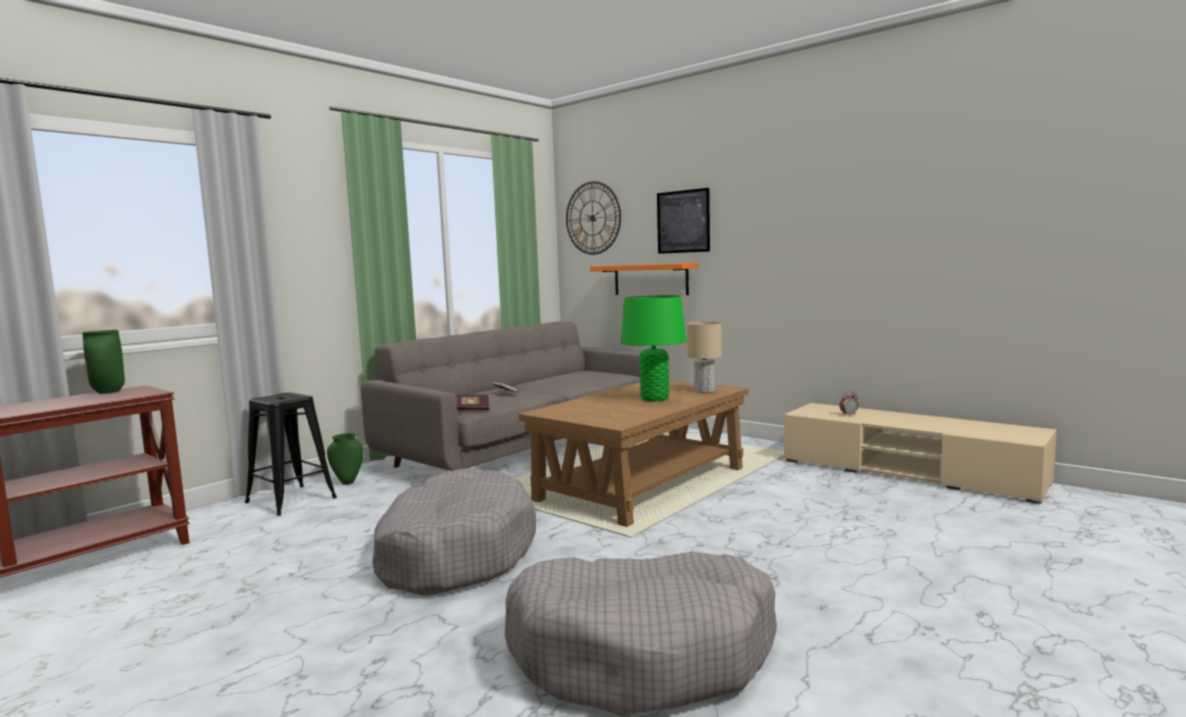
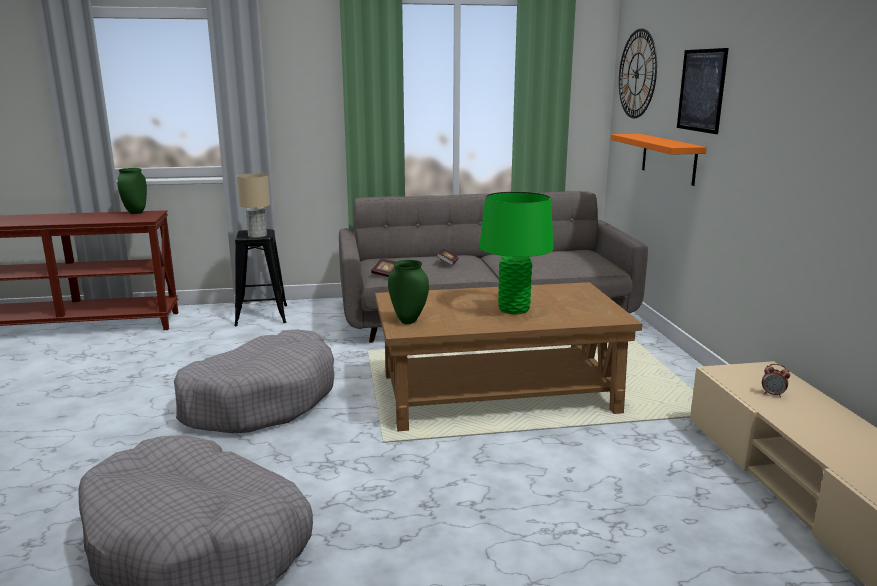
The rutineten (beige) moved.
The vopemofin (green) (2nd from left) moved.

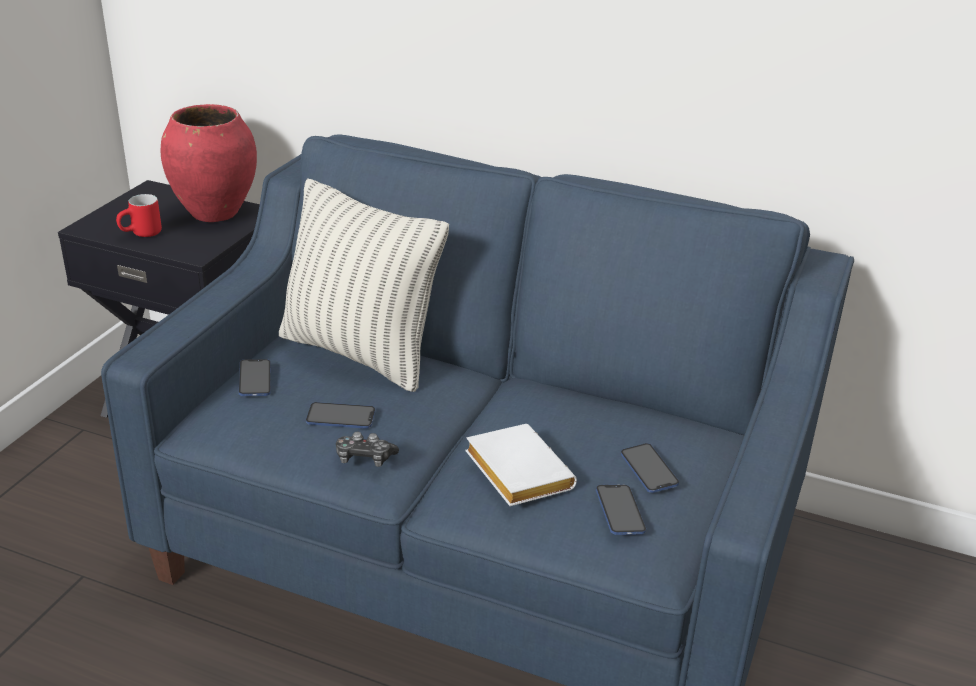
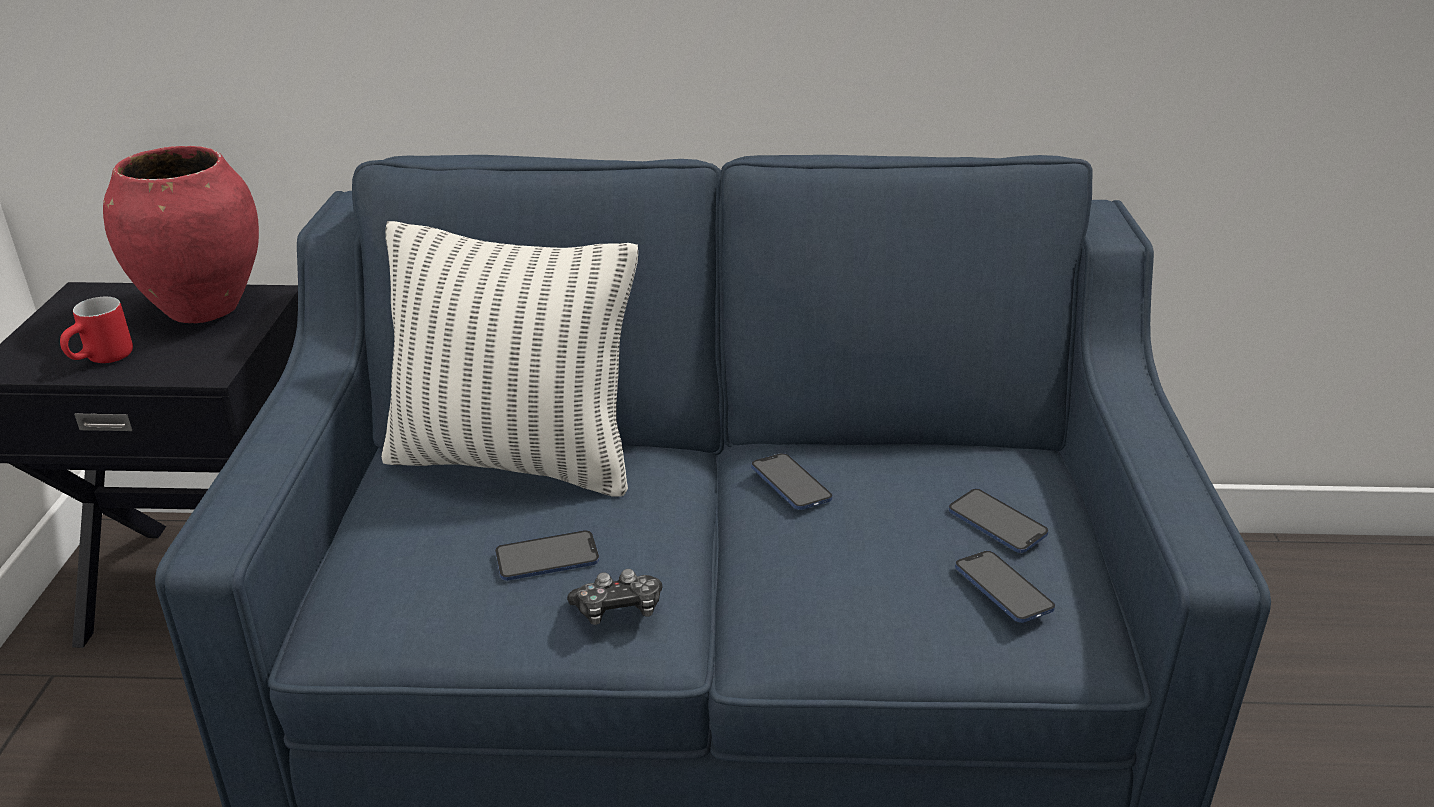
The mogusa (1st from left in the first image) moved.
The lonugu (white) disappeared.

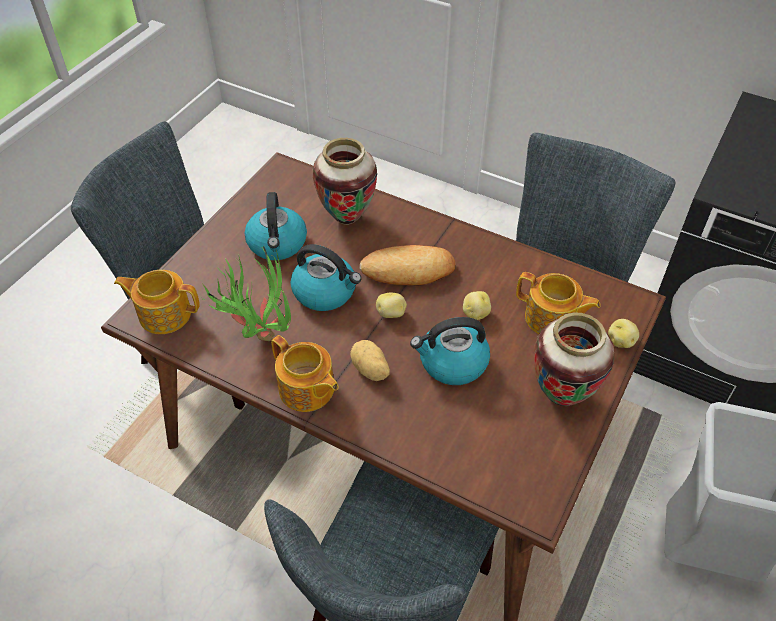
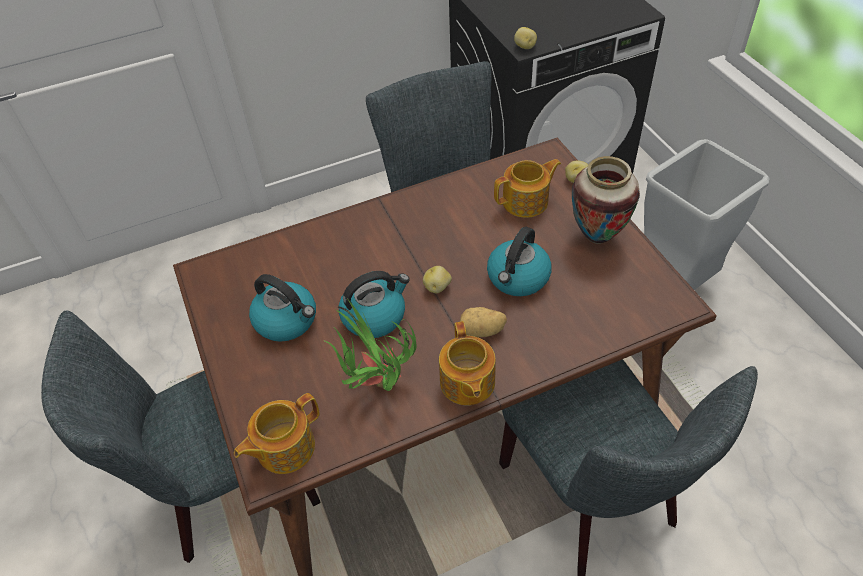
The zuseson (2nd from left) turned 90 degrees clockwise.
The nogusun (3rd from left) moved.
The vopemofin (1st from left) disappeared.
The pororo disappeared.

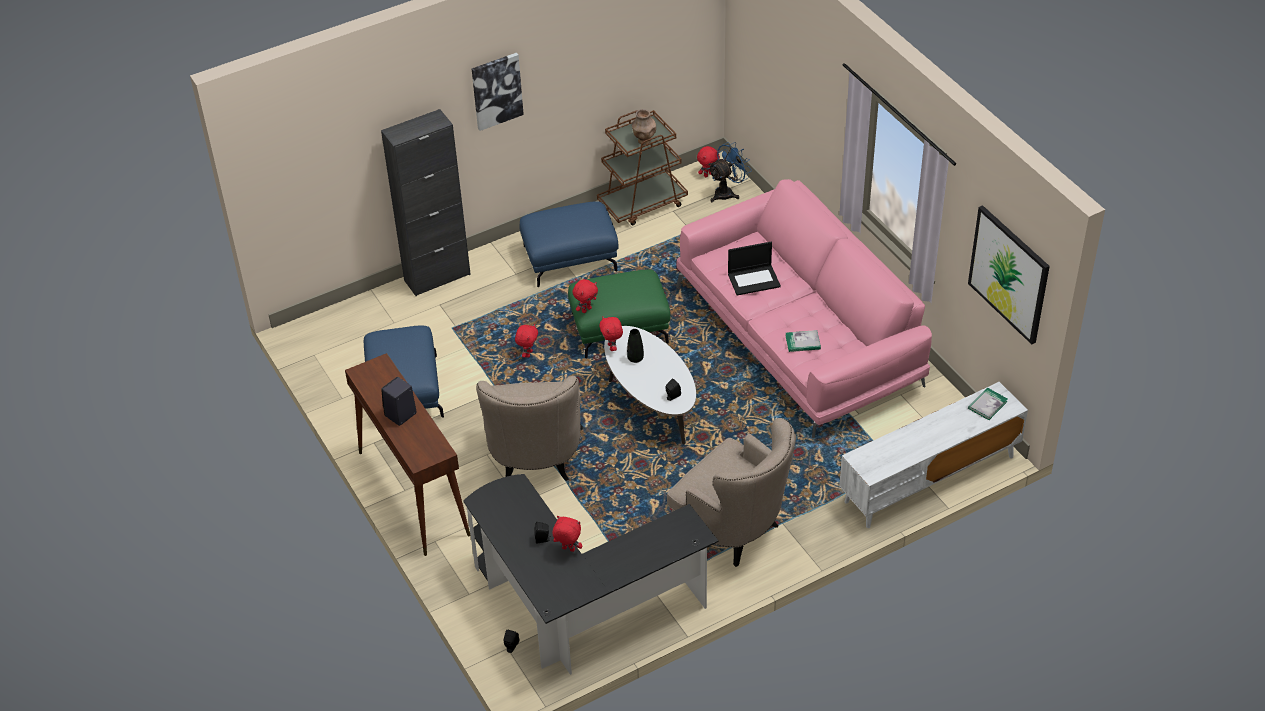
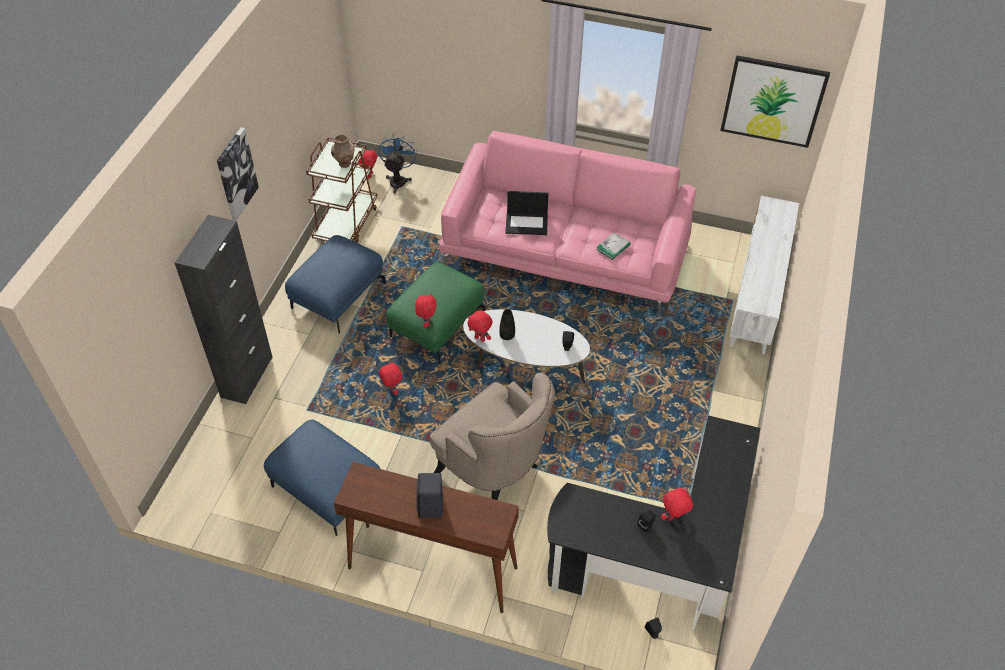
The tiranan turned 60 degrees clockwise.
The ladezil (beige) (2nd from left) disappeared.
The lonugu (2nd from left) disappeared.

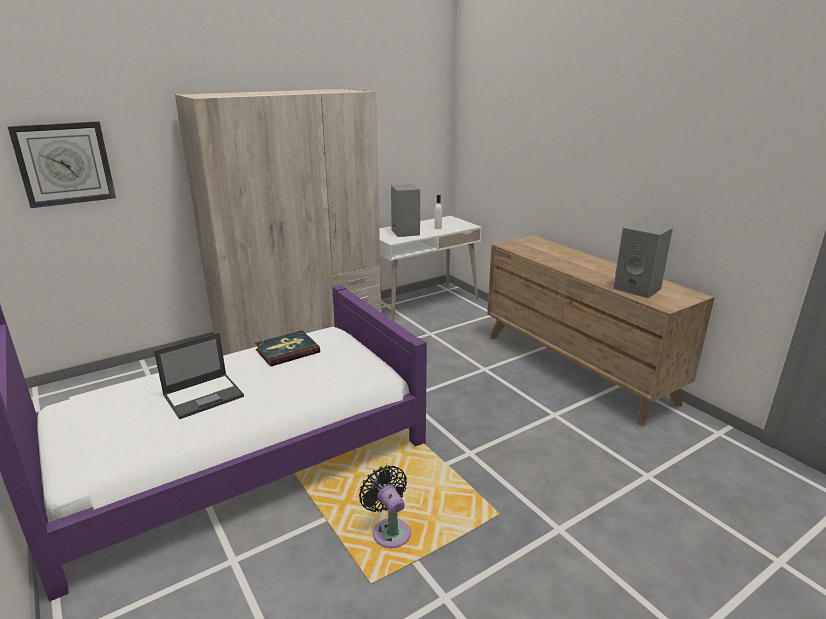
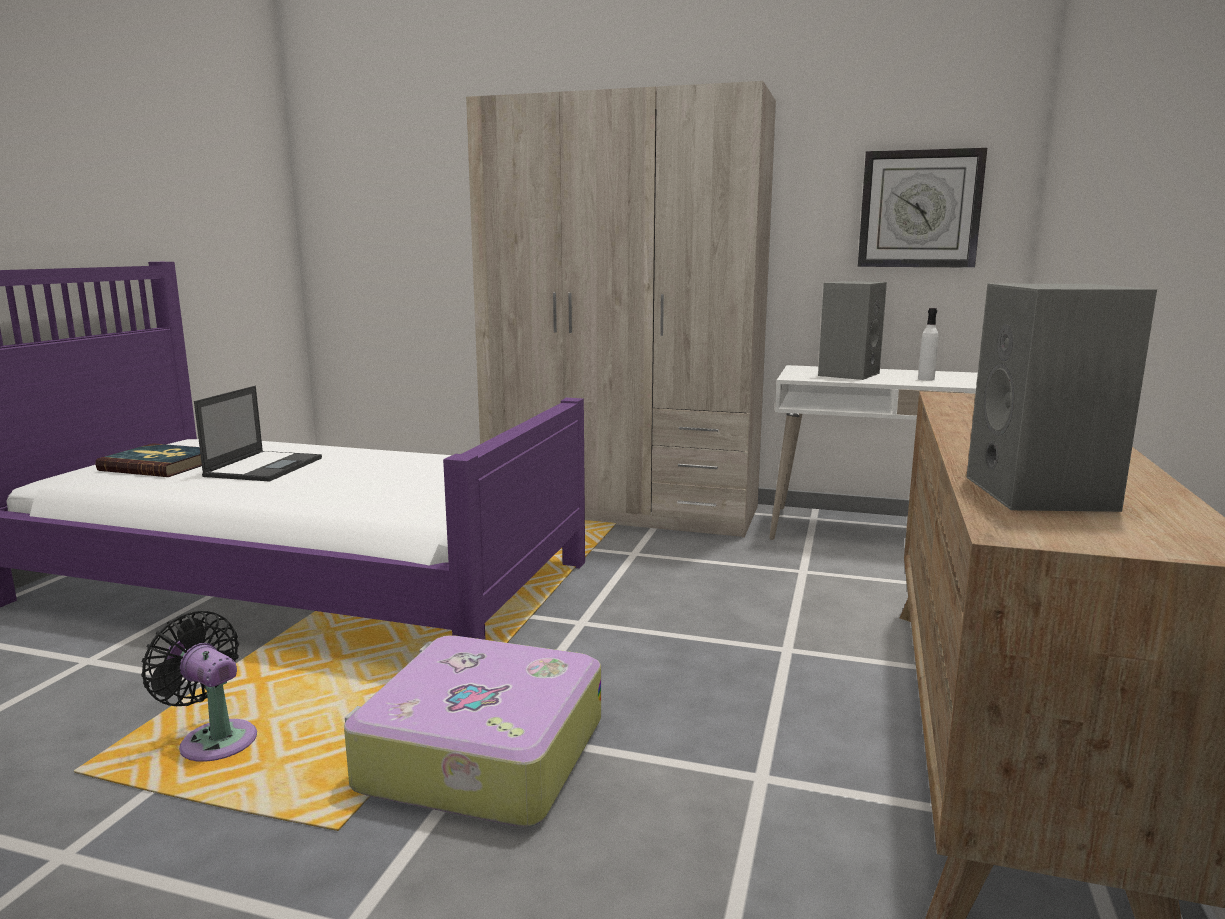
The lonugu moved.
The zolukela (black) turned 75 degrees counterclockwise.
The tiranan turned 90 degrees counterclockwise.
The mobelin appeared.
The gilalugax moved.

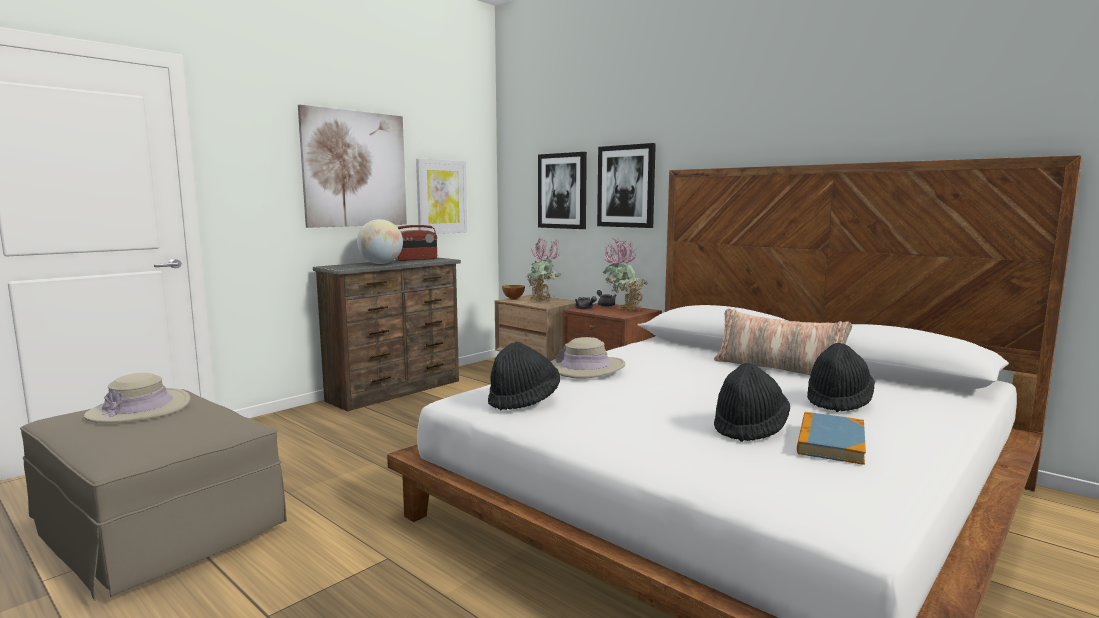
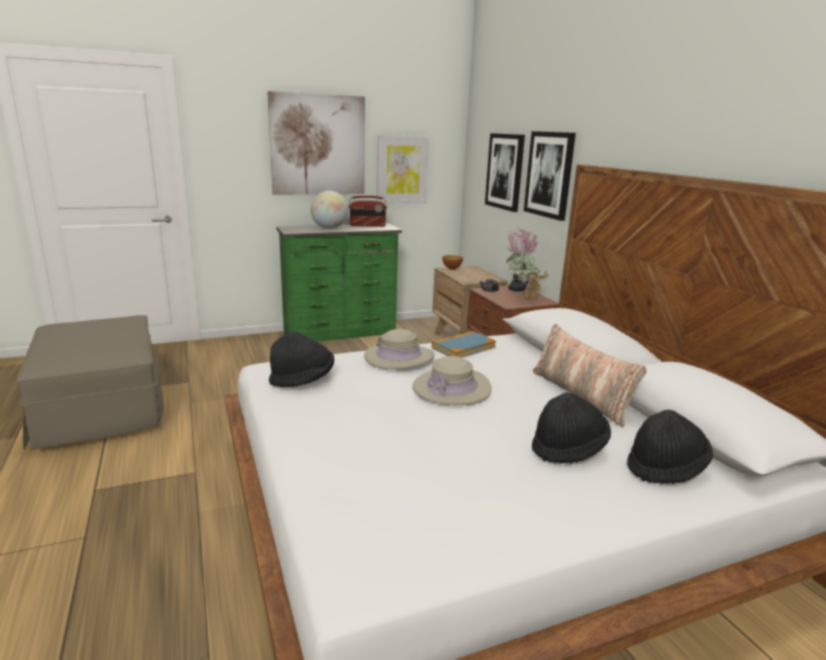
The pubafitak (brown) became the pubafitak (green).
The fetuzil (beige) (1st from left in the first image) moved.
The lonugu moved.
The fetuzil (black) (2nd from left in the first image) moved.
The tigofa (1st from left) disappeared.

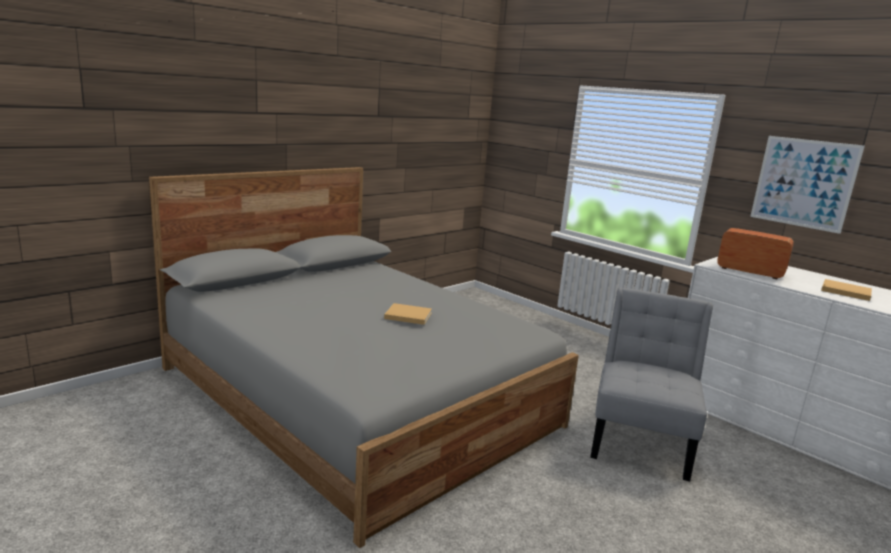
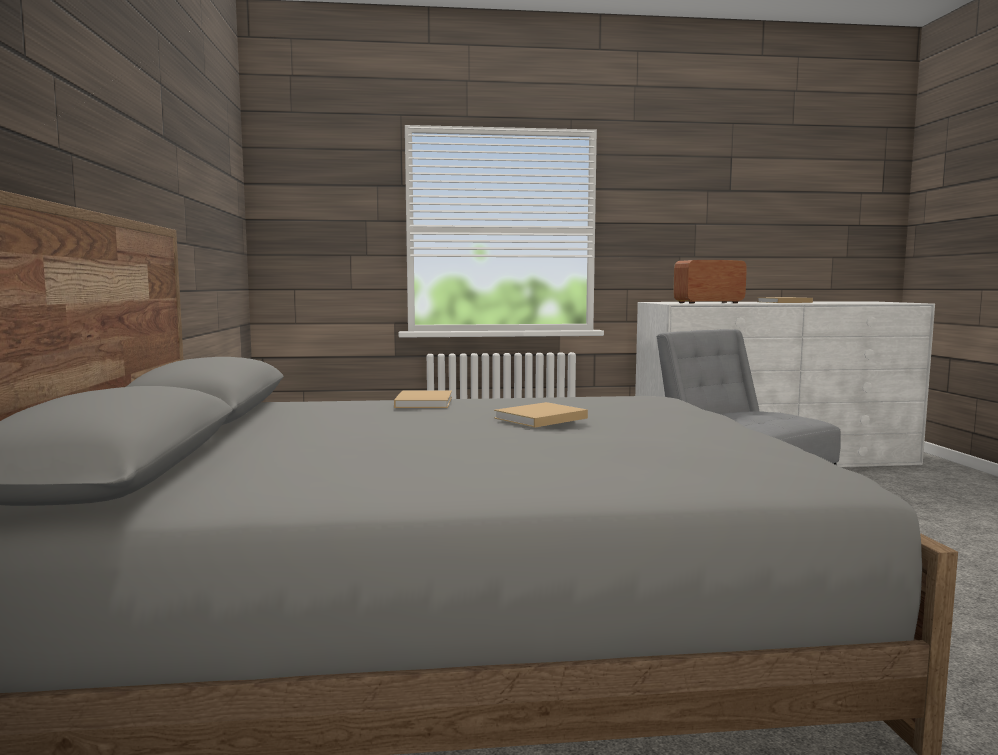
The lonugu (beige) (1st from left) appeared.
The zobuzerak disappeared.

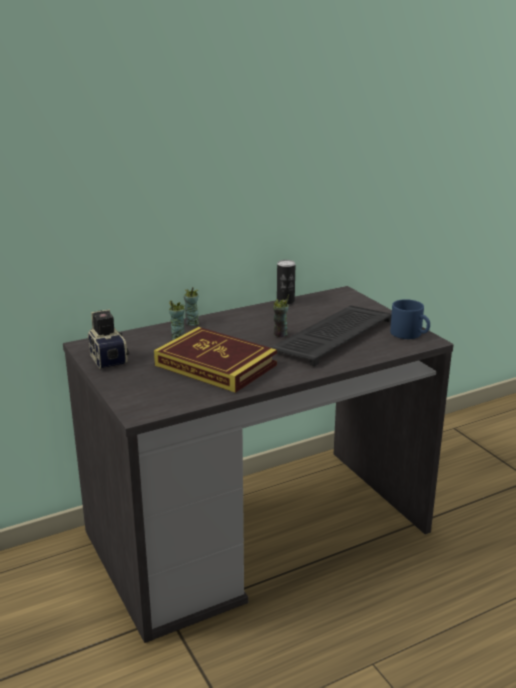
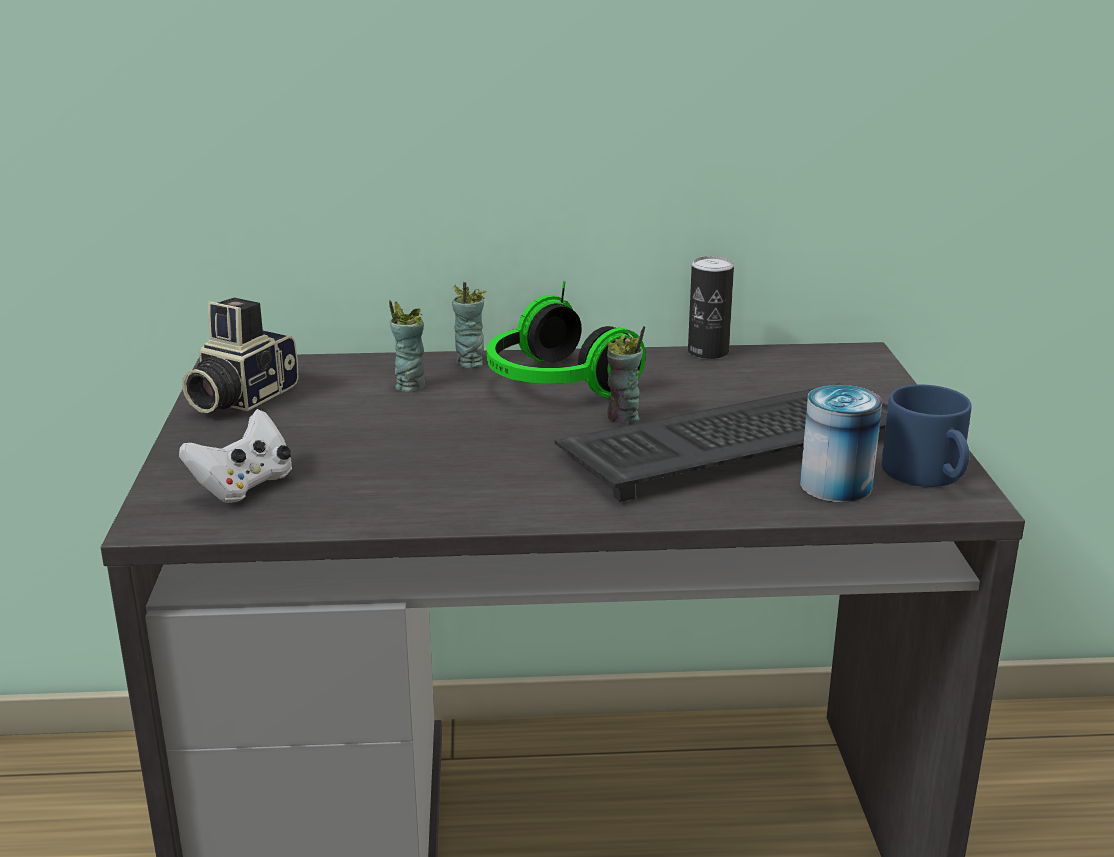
The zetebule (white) appeared.
The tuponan turned 150 degrees counterclockwise.
The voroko appeared.
The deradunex (2nd from left) appeared.
The lonugu disappeared.

